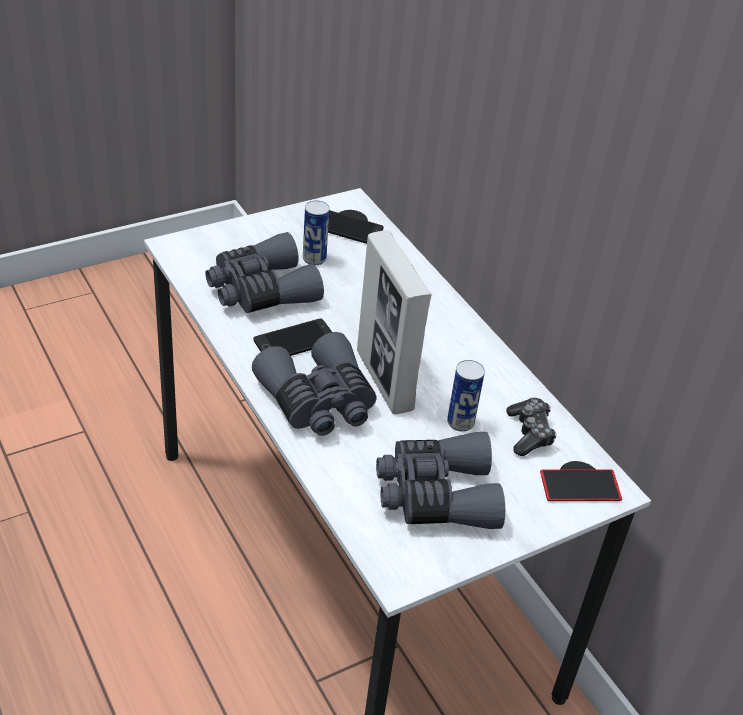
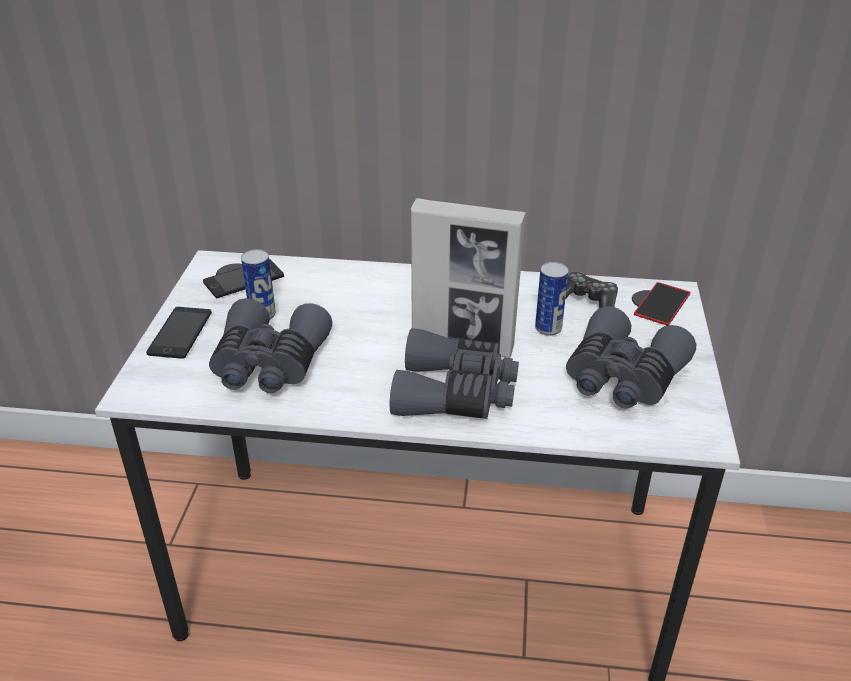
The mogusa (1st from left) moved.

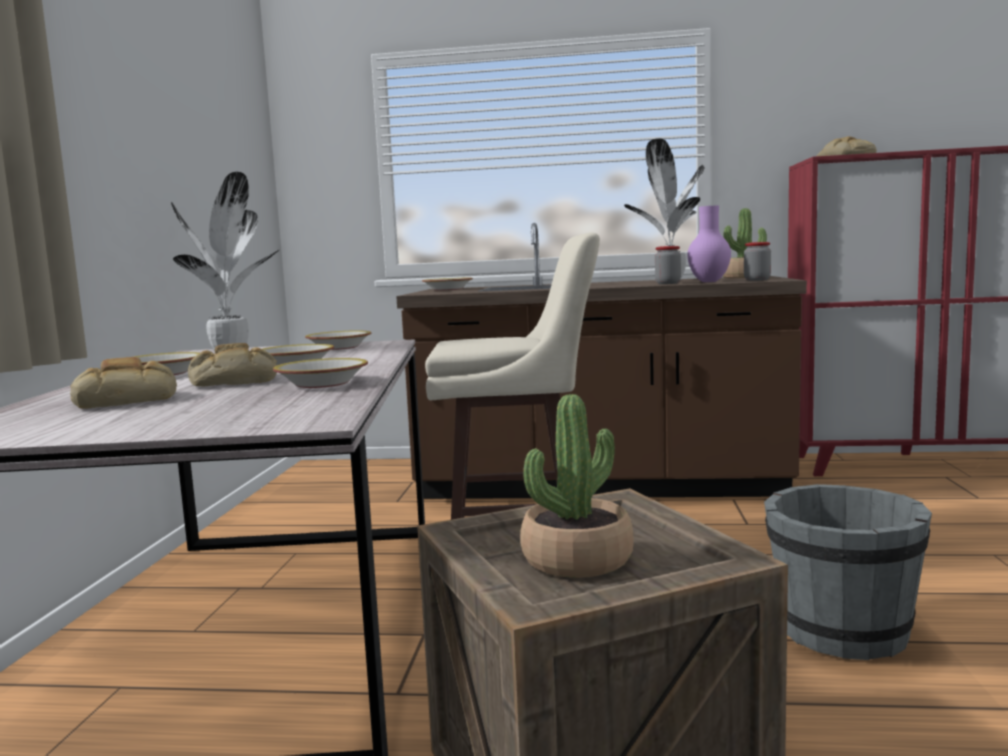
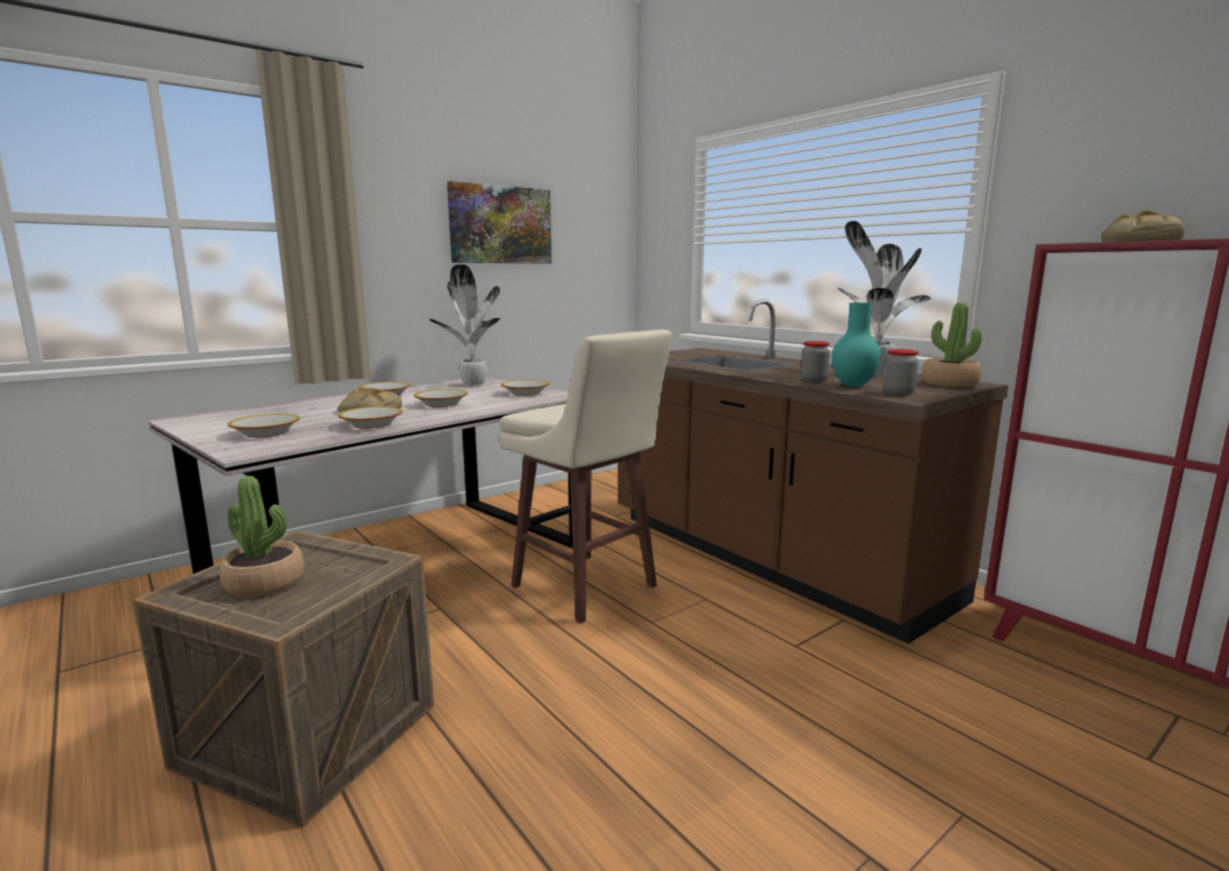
The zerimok (5th from left in the first image) moved.
The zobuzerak appeared.
The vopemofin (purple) became the vopemofin (turquoise).
The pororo (1st from left) disappeared.
The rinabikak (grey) disappeared.

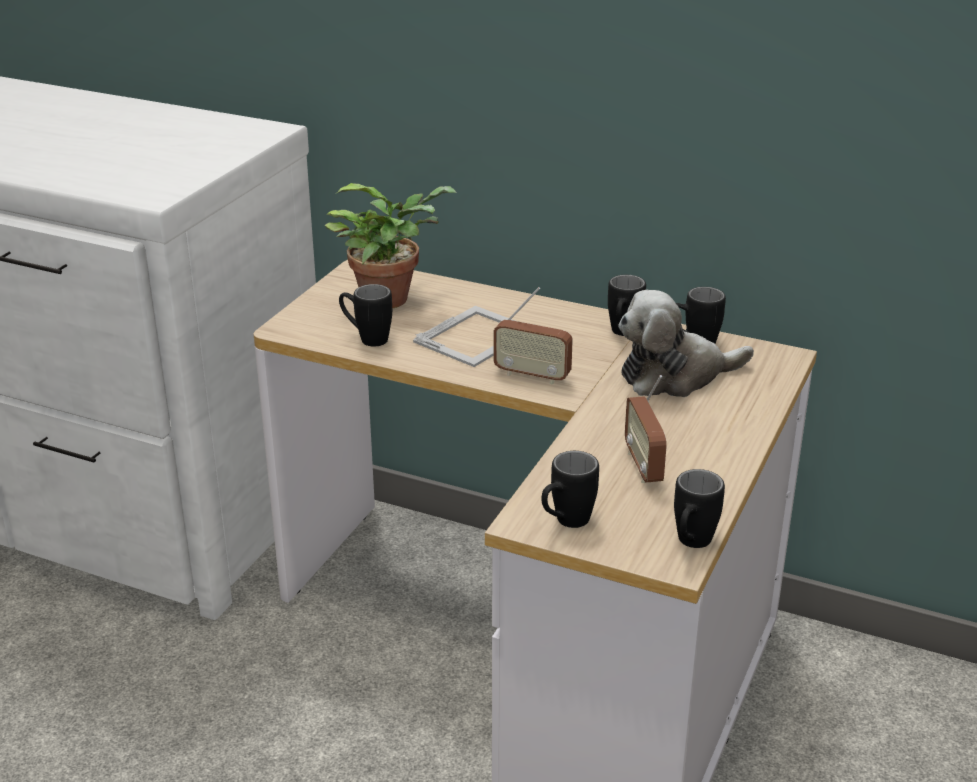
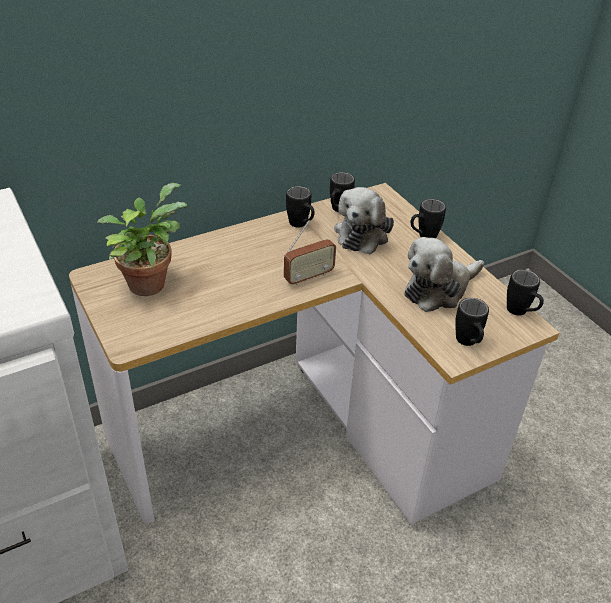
The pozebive (2nd from left) was replaced by the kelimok (2nd from left).
The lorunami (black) (1st from left in the first image) moved.
The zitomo disappeared.

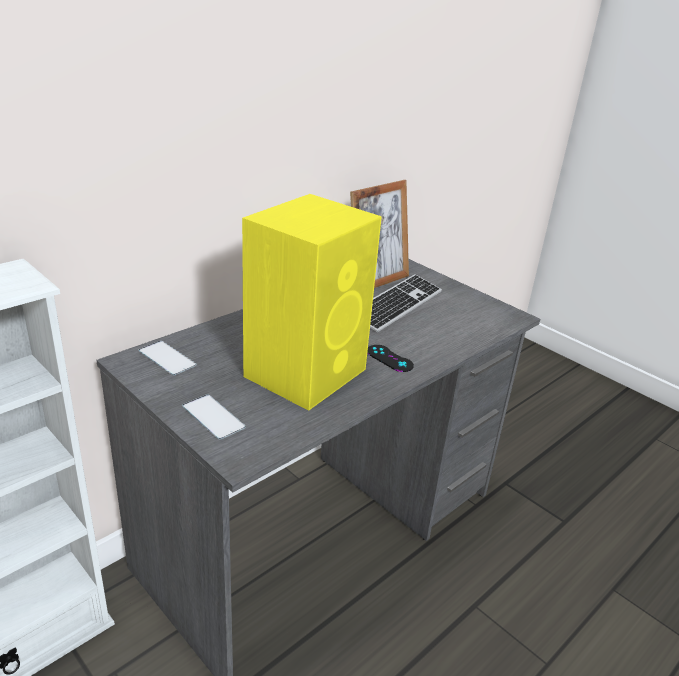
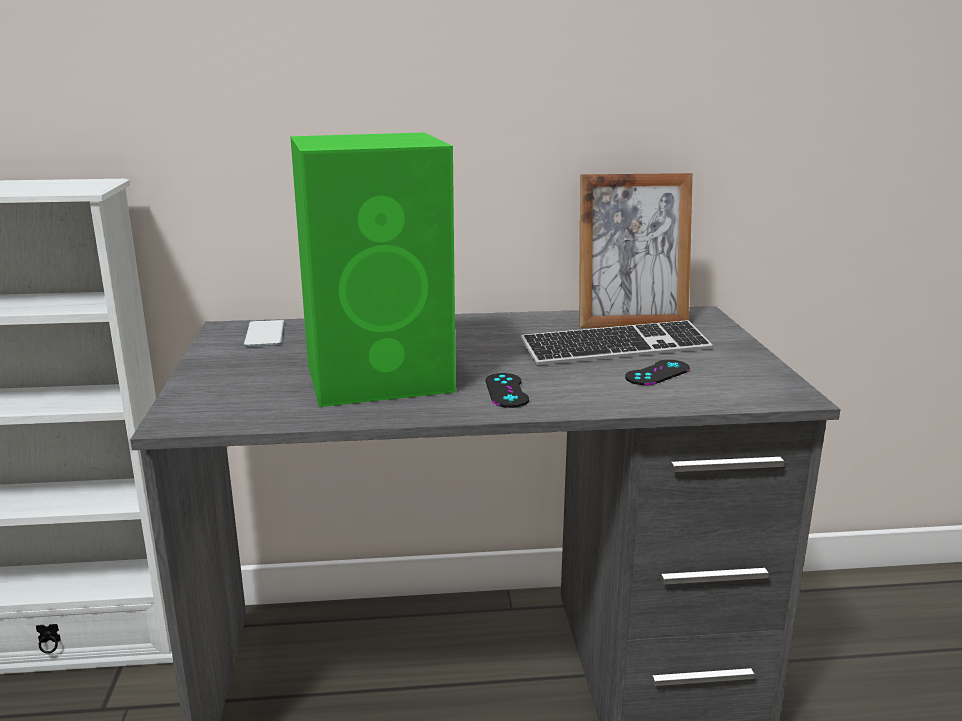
The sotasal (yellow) became the sotasal (green).
The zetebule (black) (2nd from left) appeared.
The mogusa (2nd from left) disappeared.

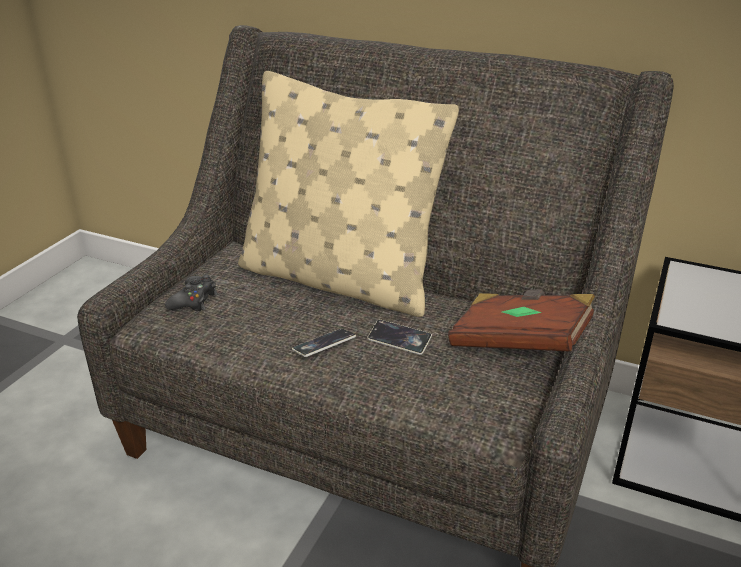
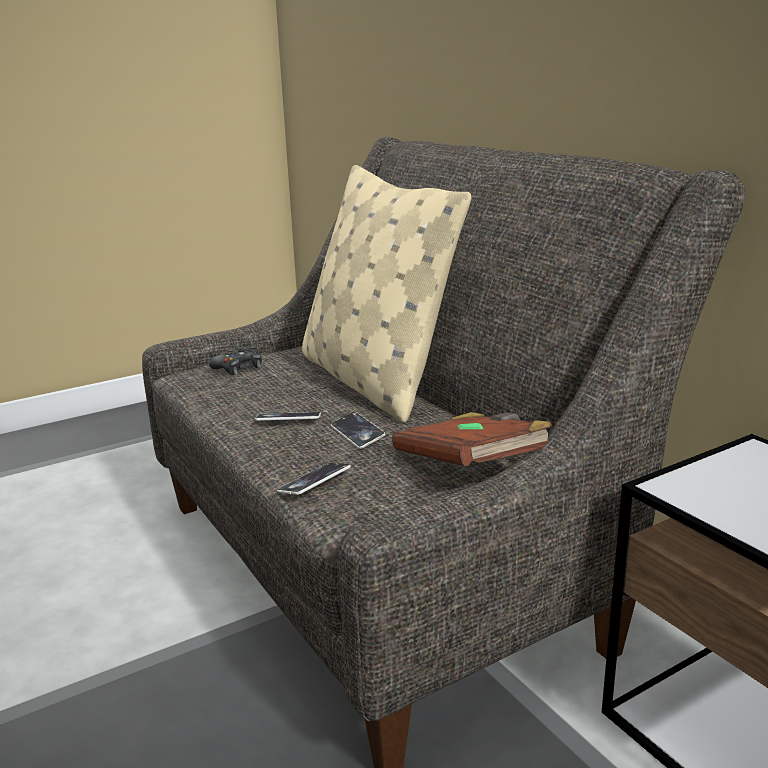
The mogusa (2nd from left) appeared.

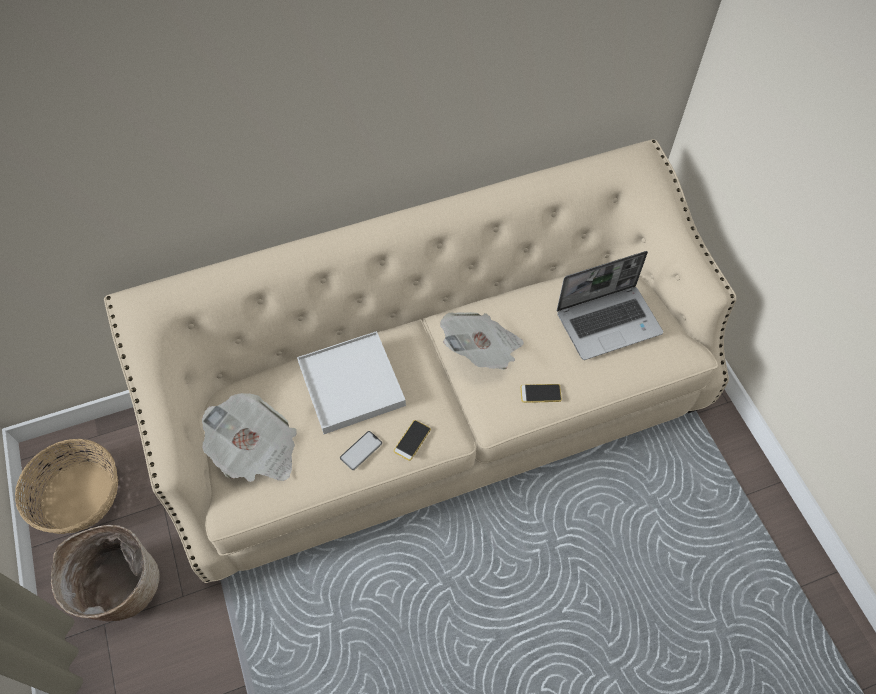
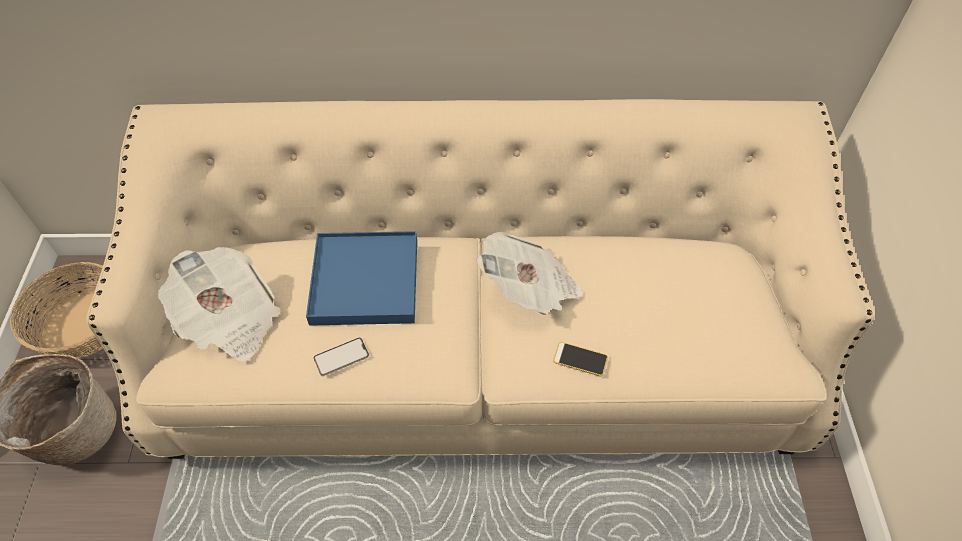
The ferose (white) became the ferose (blue).
The mogusa (2nd from left) disappeared.
The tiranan disappeared.

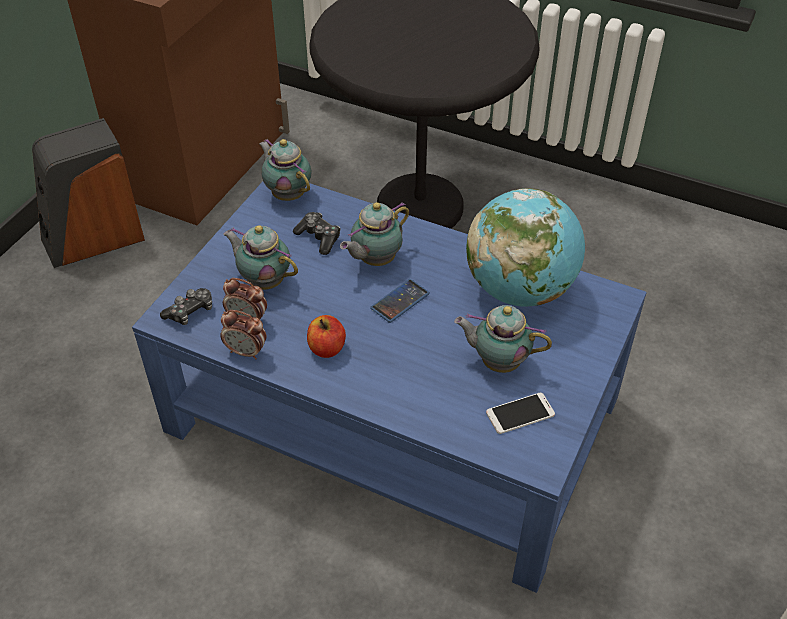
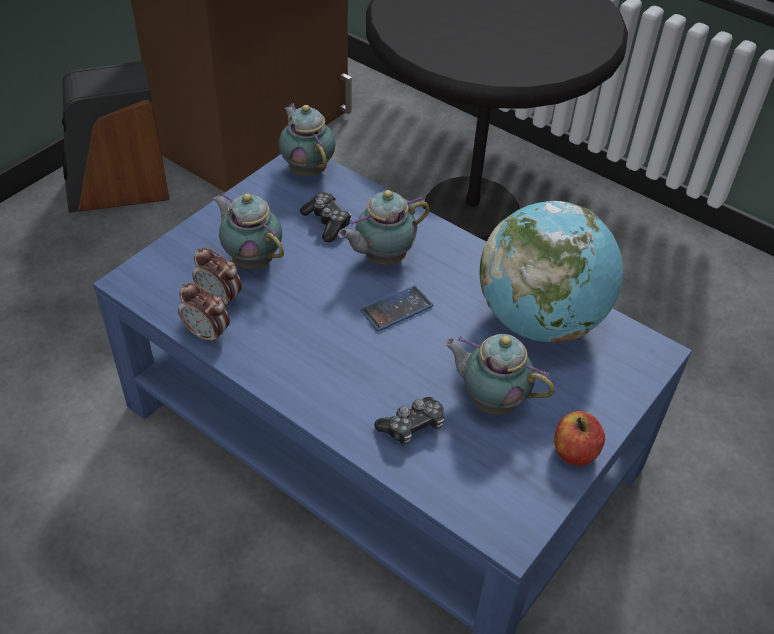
The zetebule (1st from left in the first image) moved.
The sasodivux moved.
The mogusa (2nd from left) disappeared.

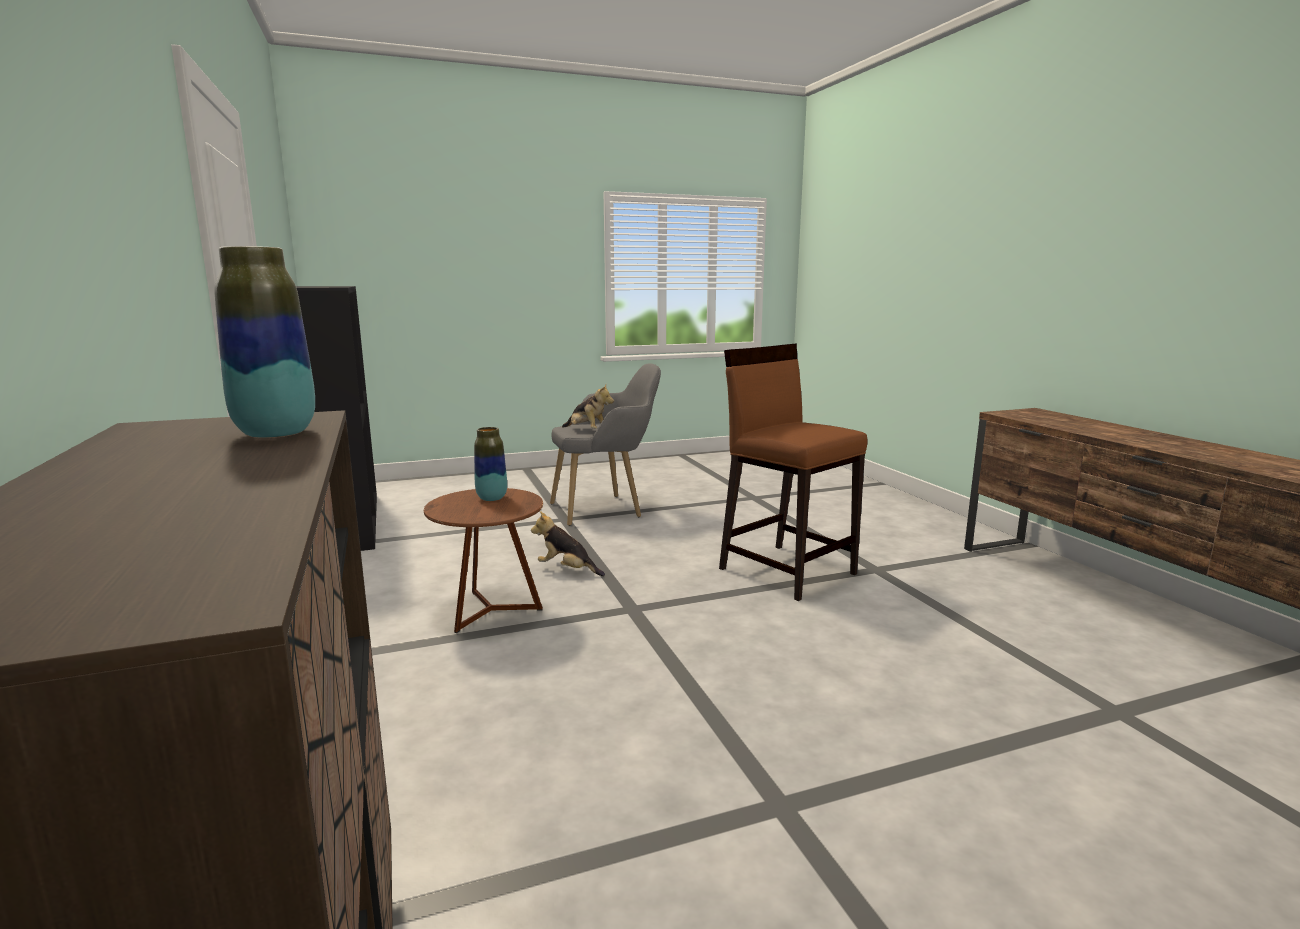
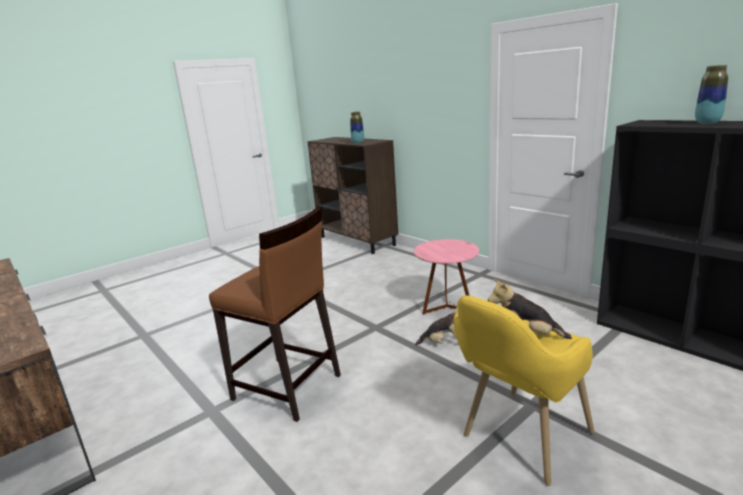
The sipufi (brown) became the sipufi (pink).
The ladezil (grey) became the ladezil (yellow).
The vopemofin (2nd from left) moved.

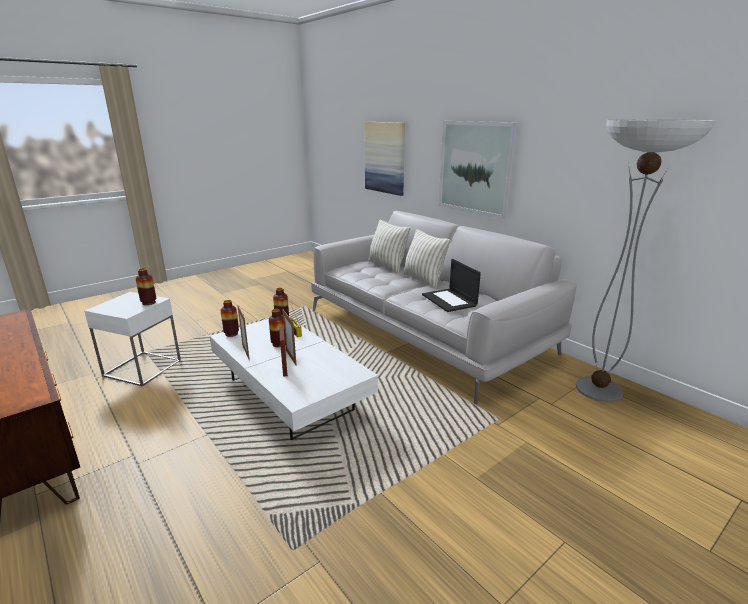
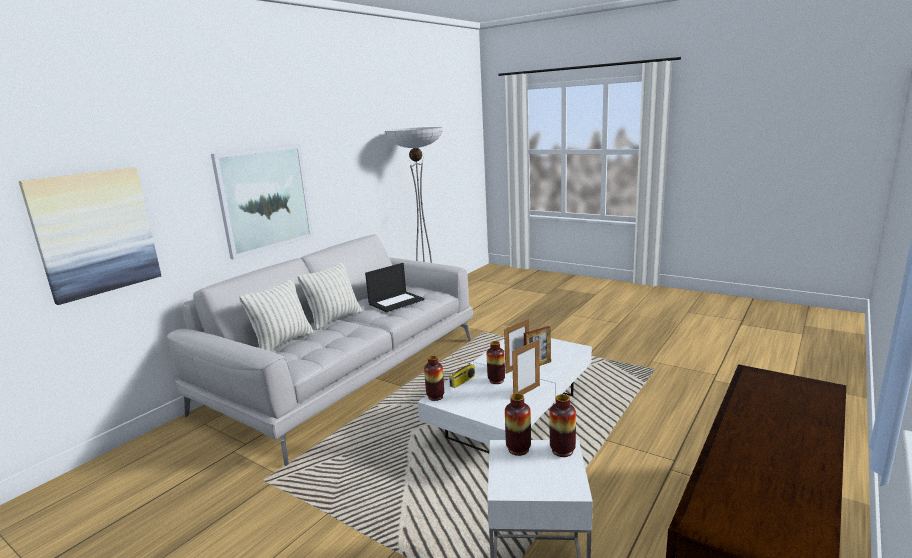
The vopemofin (2nd from left in the first image) moved.

